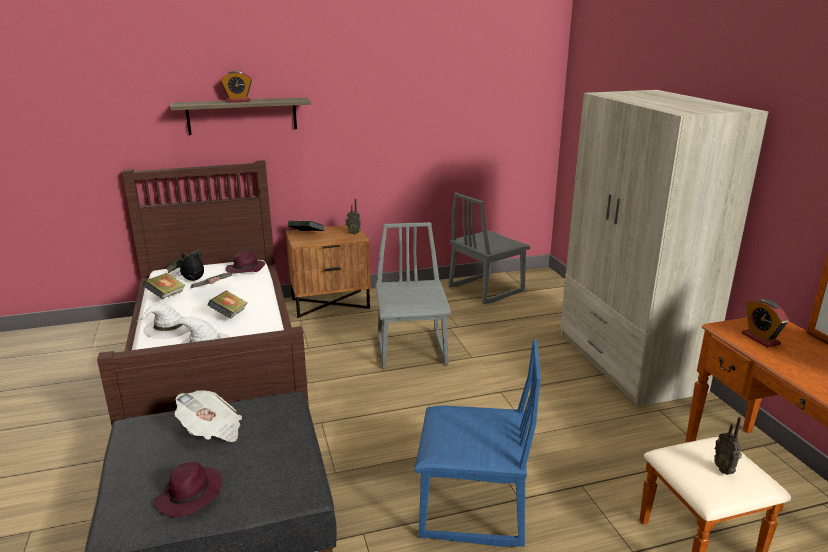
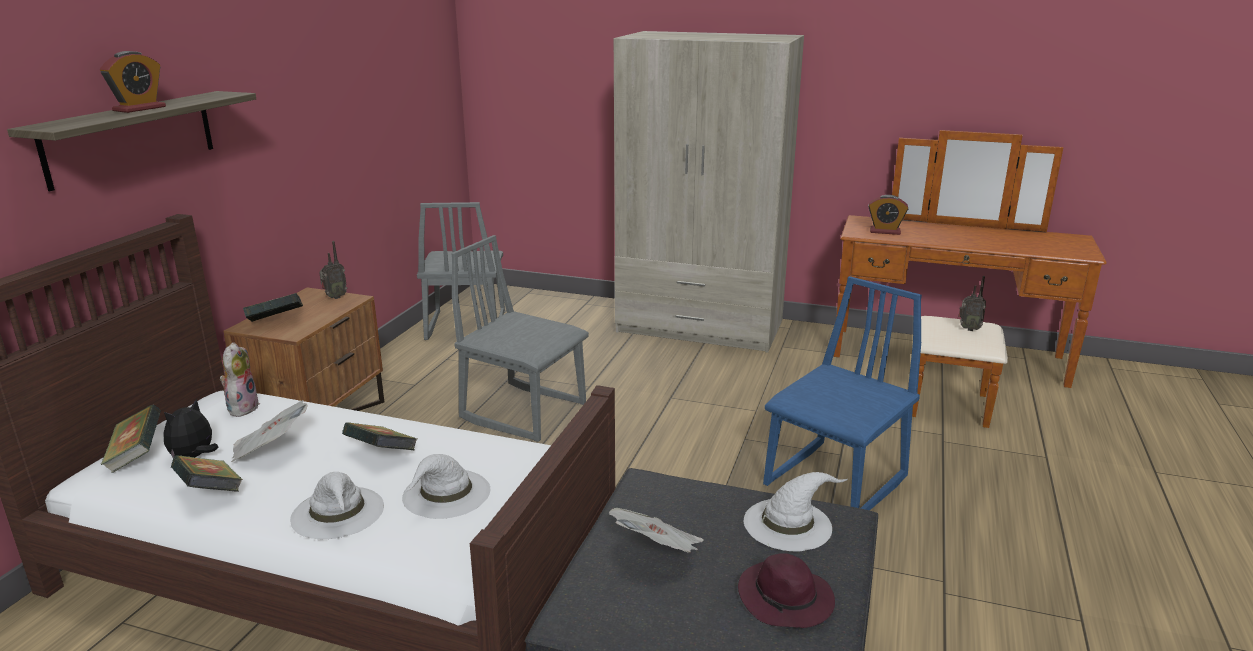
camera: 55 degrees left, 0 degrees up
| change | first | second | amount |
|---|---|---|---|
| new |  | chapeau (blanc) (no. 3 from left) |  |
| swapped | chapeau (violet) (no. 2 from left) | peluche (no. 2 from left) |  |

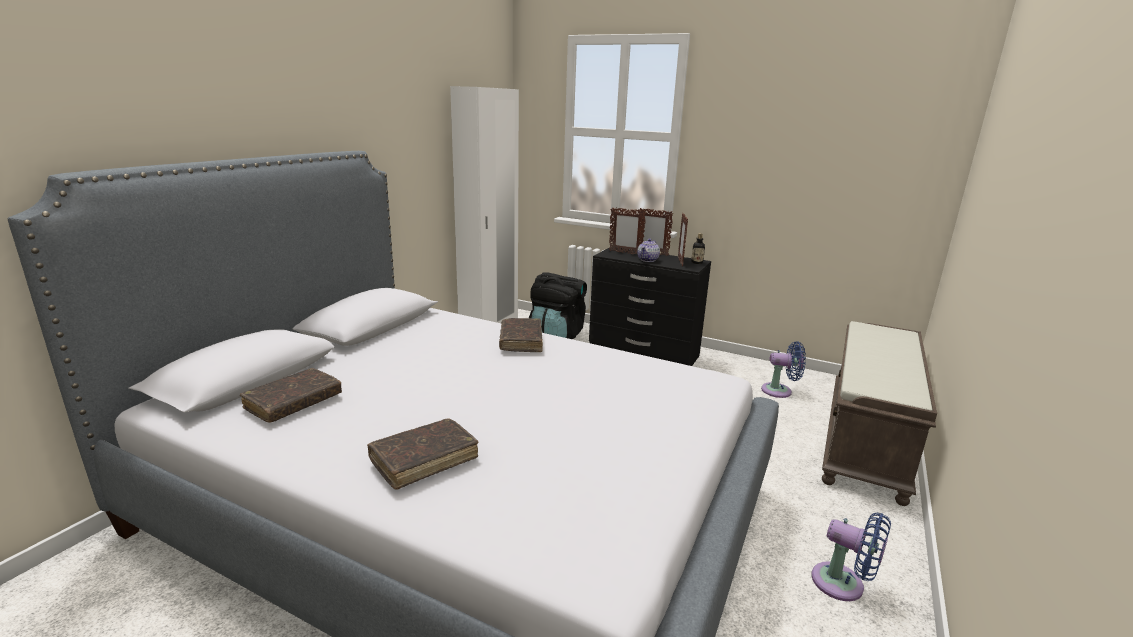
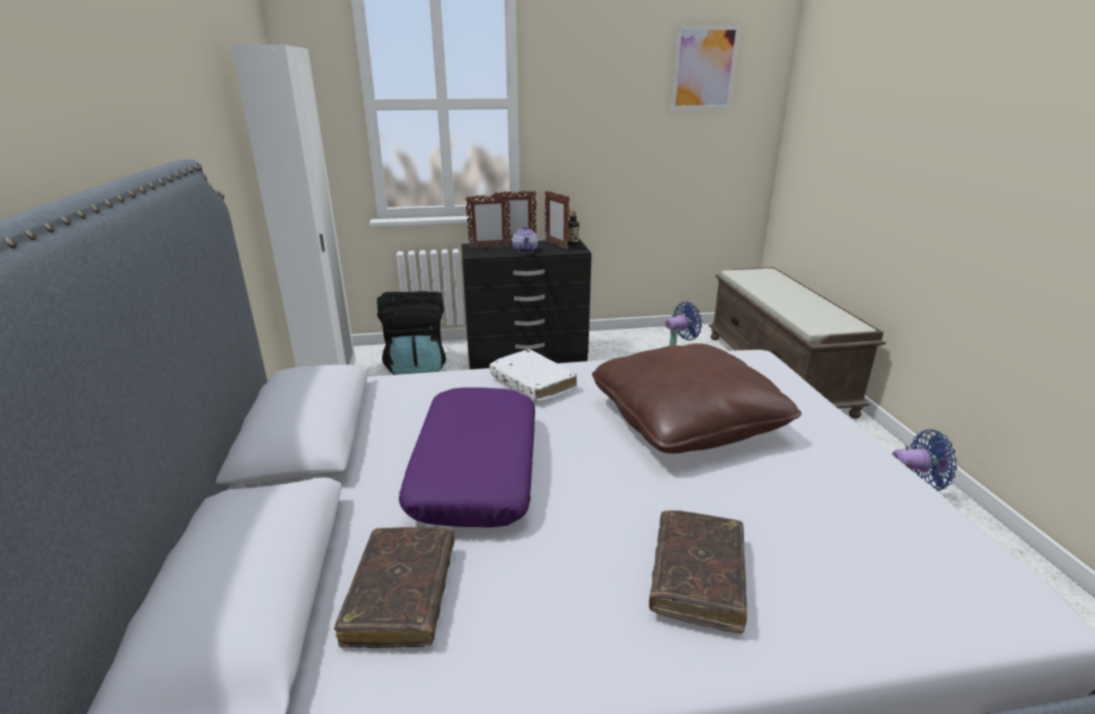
camera: 35 degrees left, 5 degrees up
| change | first | second | amount |
|---|---|---|---|
| new |  | coussin (violet) |  |
| new |  | coussin (marron) |  |
| new |  | tableau |  |
| repainted | livre (marron) (no. 3 from left) | livre (blanc) |  |

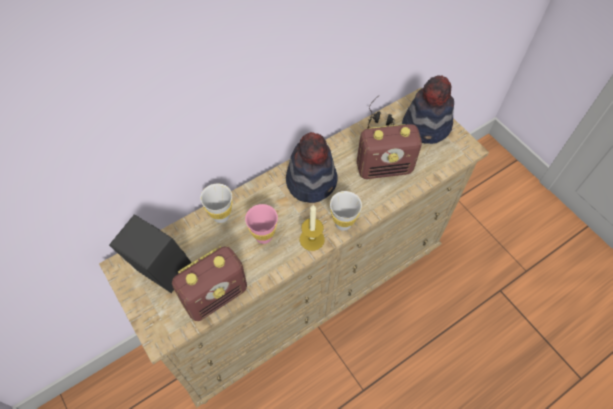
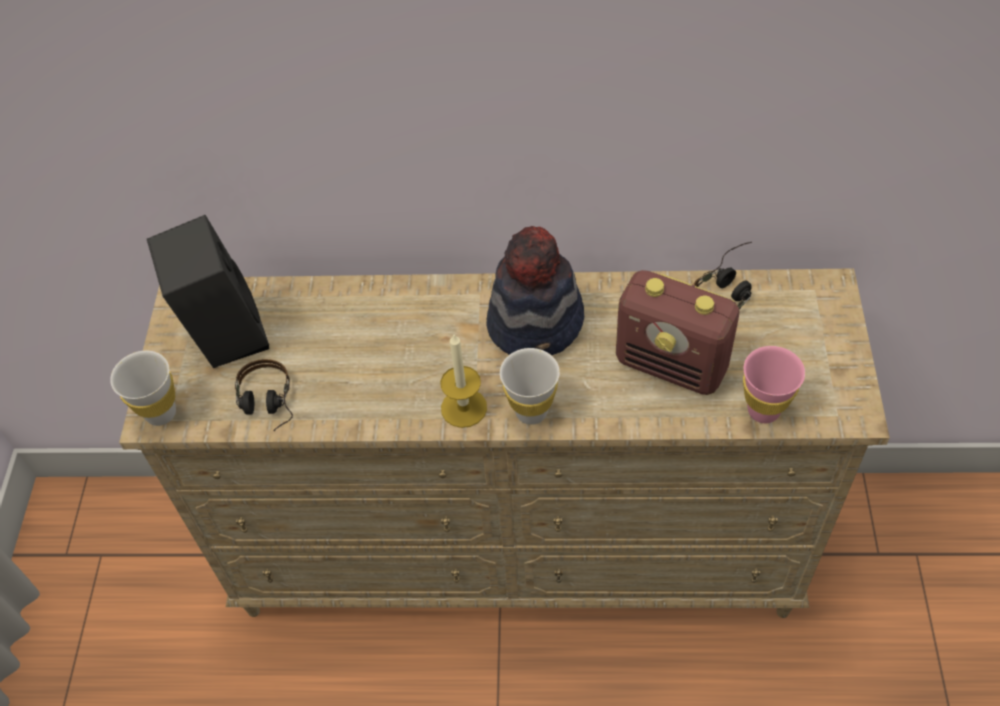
camera: 40 degrees right, 5 degrees down
| change | first | second | amount |
|---|---|---|---|
| gone | chapeau (no. 2 from left) |  |  |
| shifted | tasse (blanc) (no. 1 from left) |  |  |
| shifted | tasse (rose) |  |  |
| swapped | radio (no. 1 from left) | casque audio (no. 1 from left) |  |

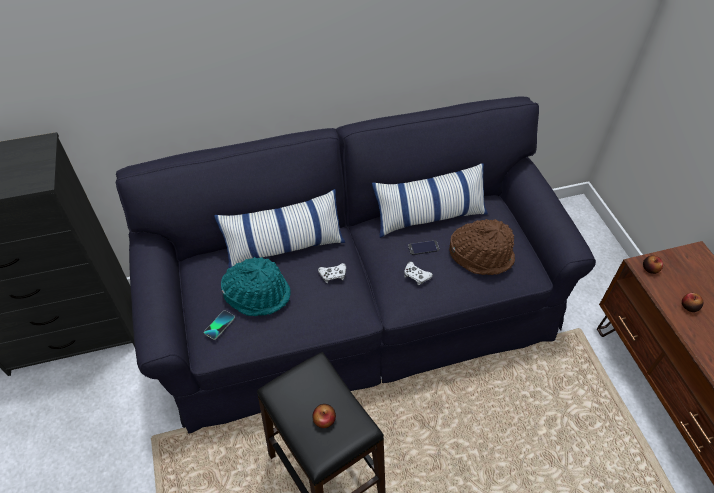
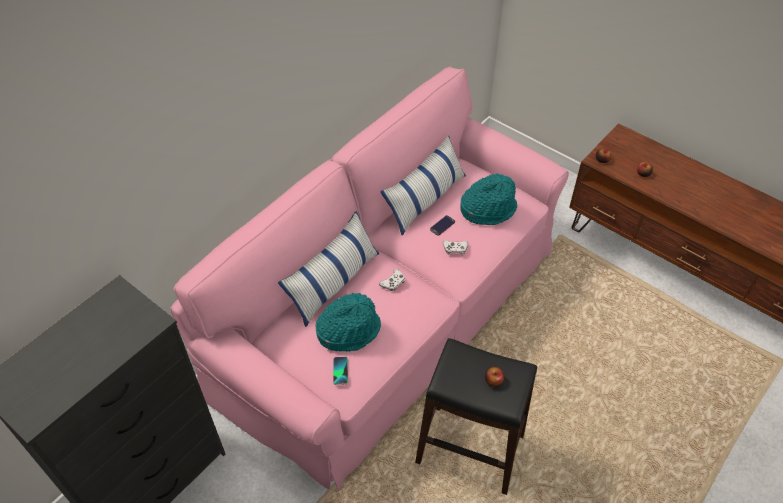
camera: 35 degrees left, 0 degrees up
| change | first | second | amount |
|---|---|---|---|
| repainted | canapé (noir) | canapé (rose) |  |
| repainted | chapeau (marron) | chapeau (turquoise) (no. 2 from left) |  |

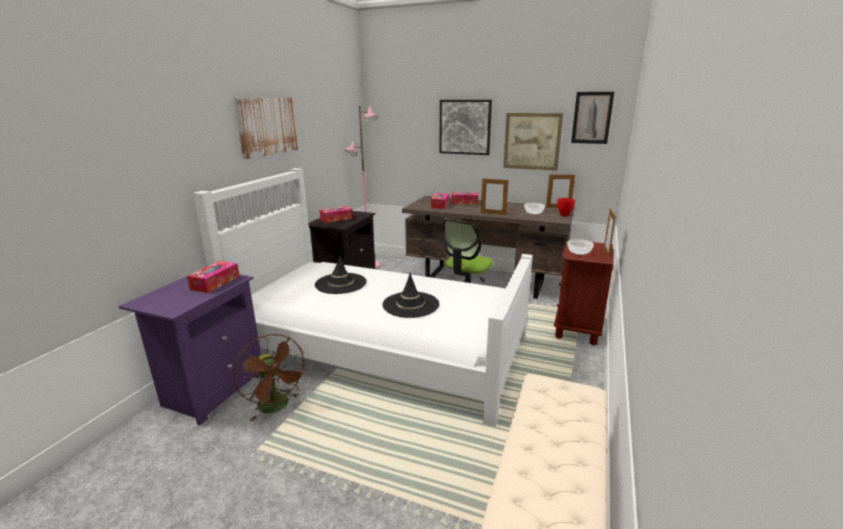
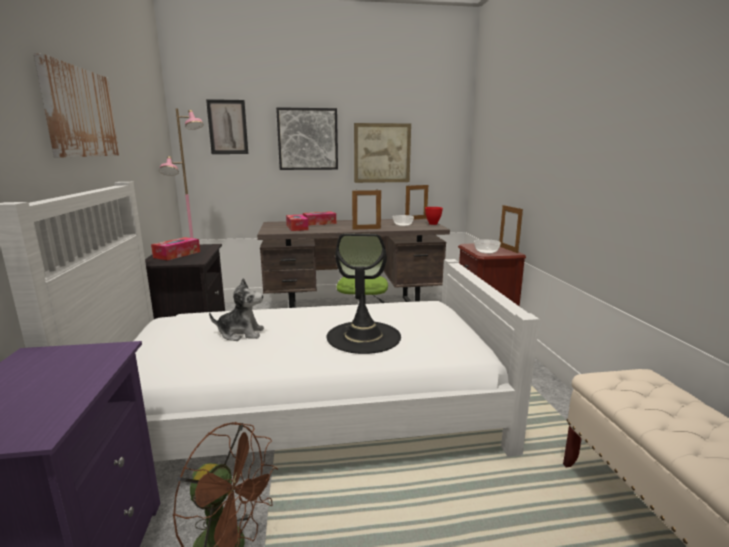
camera: 30 degrees left, 5 degrees down
| change | first | second | amount |
|---|---|---|---|
| gone | boîte à mouchoirs (no. 1 from left) |  |  |
| shifted | tableau (no. 4 from left in the first image) | tableau (no. 2 from left) |  |
| swapped | chapeau (noir) (no. 1 from left) | peluche |  |

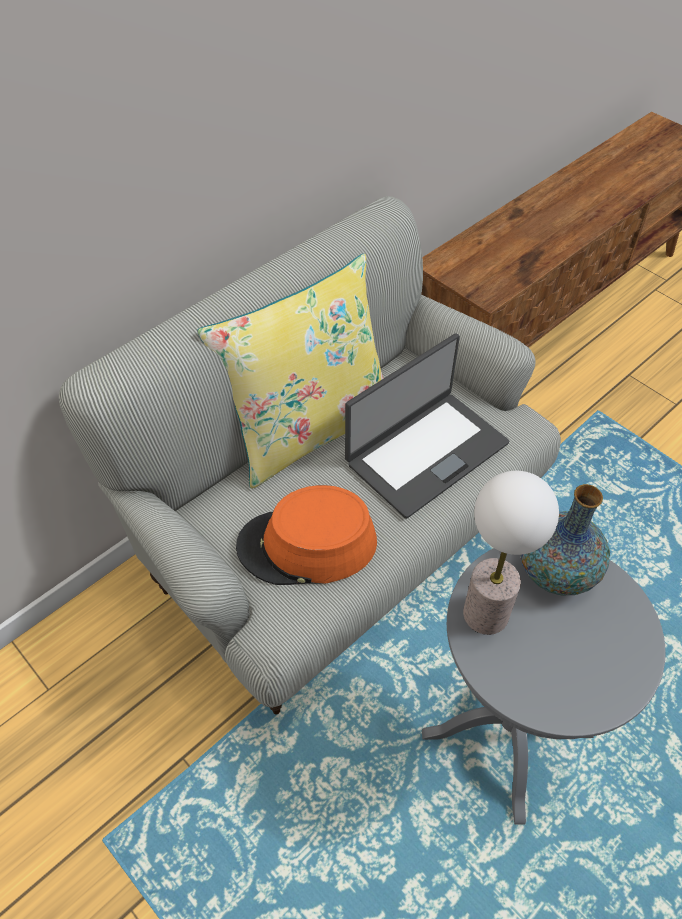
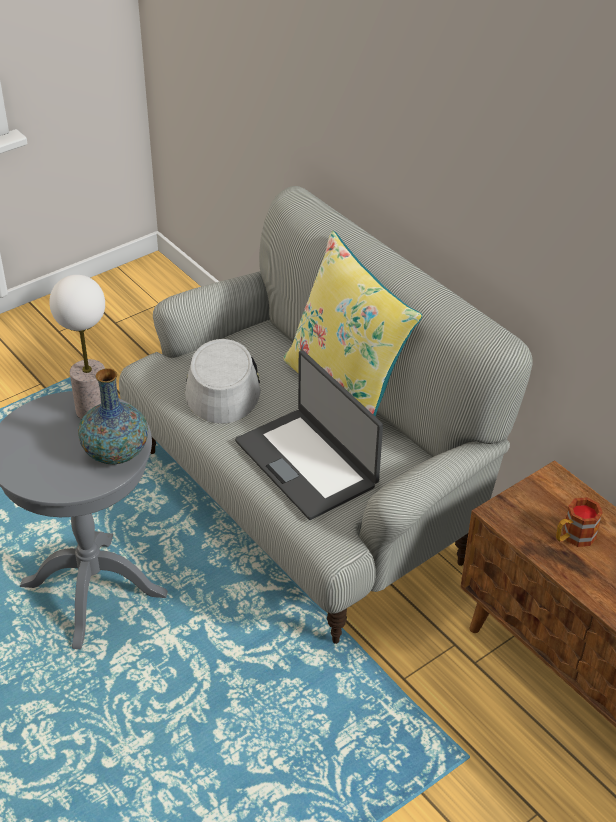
camera: 95 degrees right, 10 degrees down
| change | first | second | amount |
|---|---|---|---|
| new |  | mug |  |
| repainted | chapeau (orange) | chapeau (gris) |  |

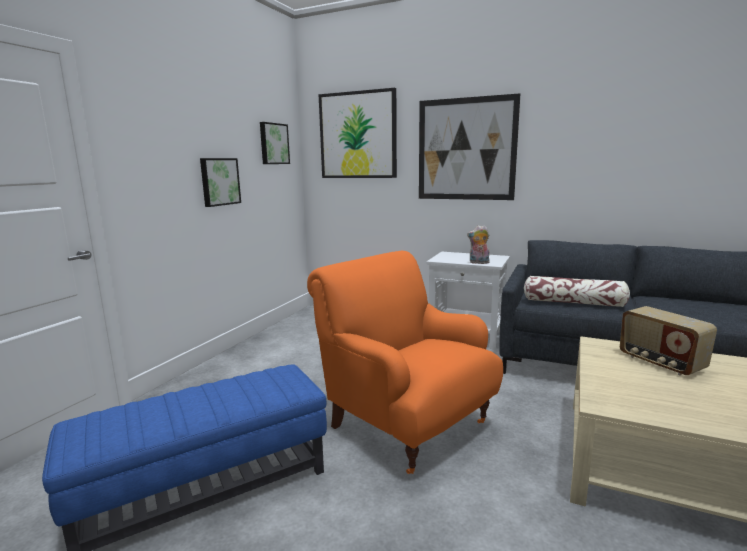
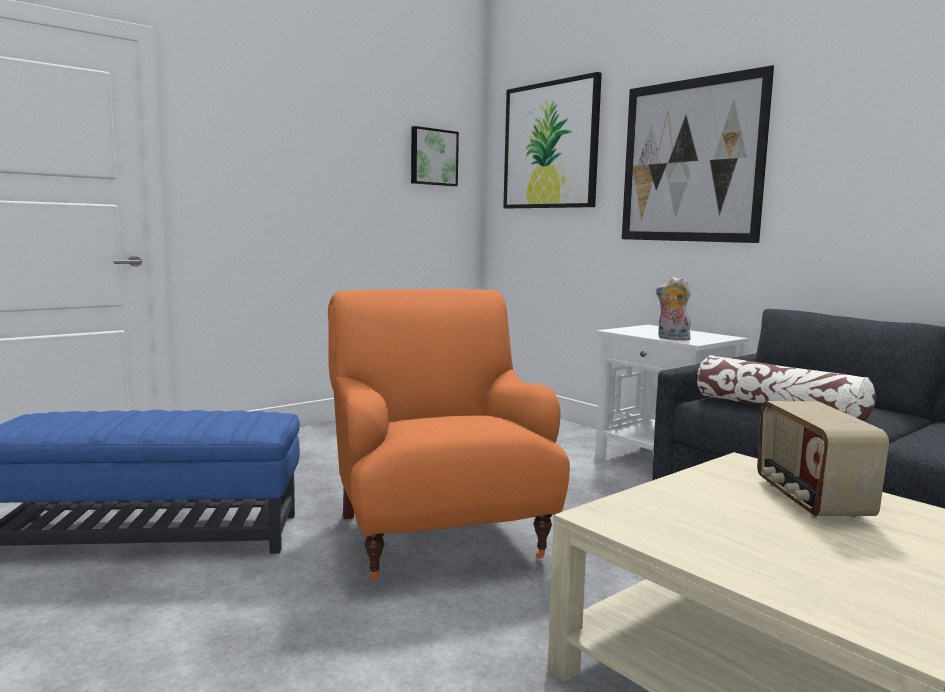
camera: 25 degrees right, 5 degrees down
| change | first | second | amount |
|---|---|---|---|
| gone | tableau (no. 1 from left) |  |  |

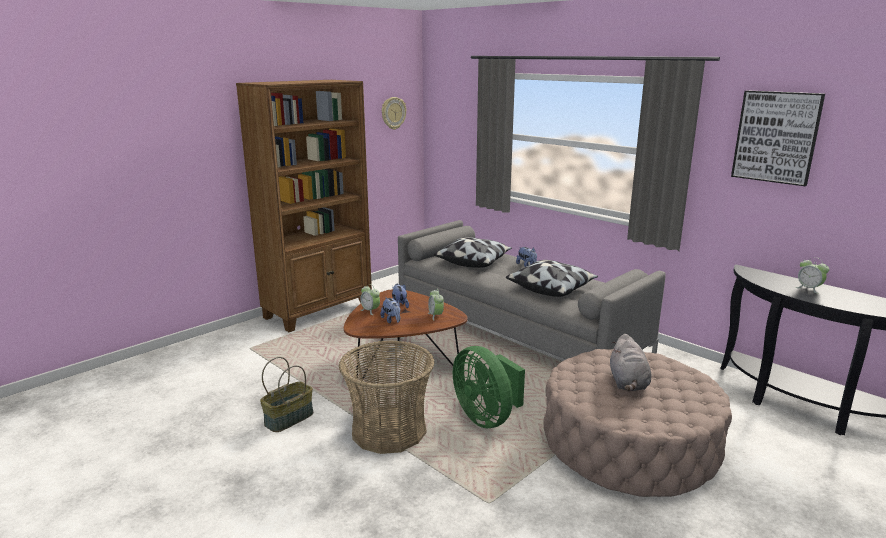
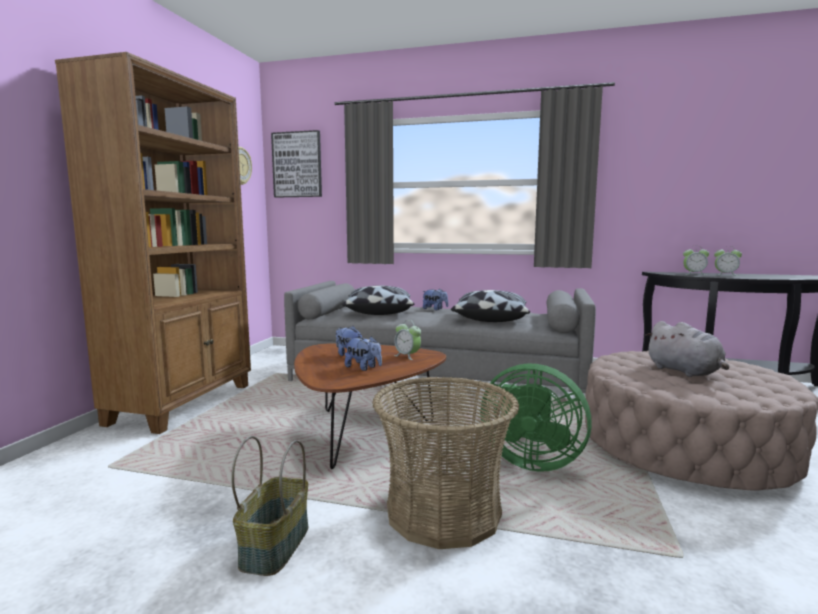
camera: 30 degrees left, 10 degrees down
| change | first | second | amount |
|---|---|---|---|
| shifted | réveil (no. 1 from left in the first image) | réveil (no. 2 from left) |  |
| shifted | tableau |  |  |

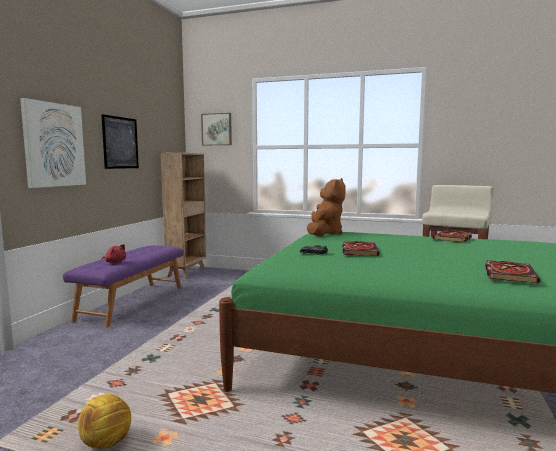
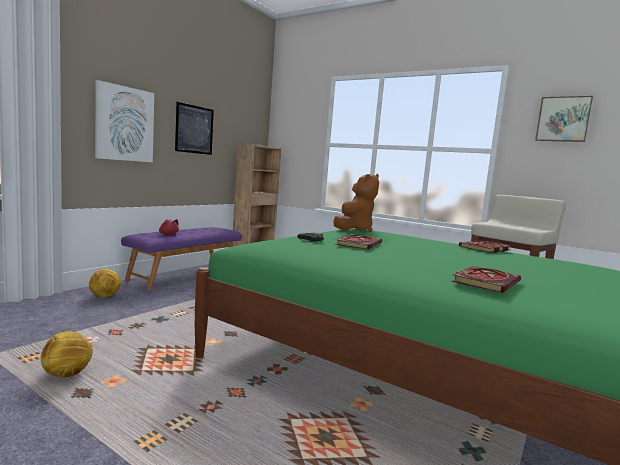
camera: 15 degrees right, 0 degrees up
| change | first | second | amount |
|---|---|---|---|
| new |  | ballon de foot (no. 2 from left) |  |
| shifted | tableau (no. 3 from left) |  |  |

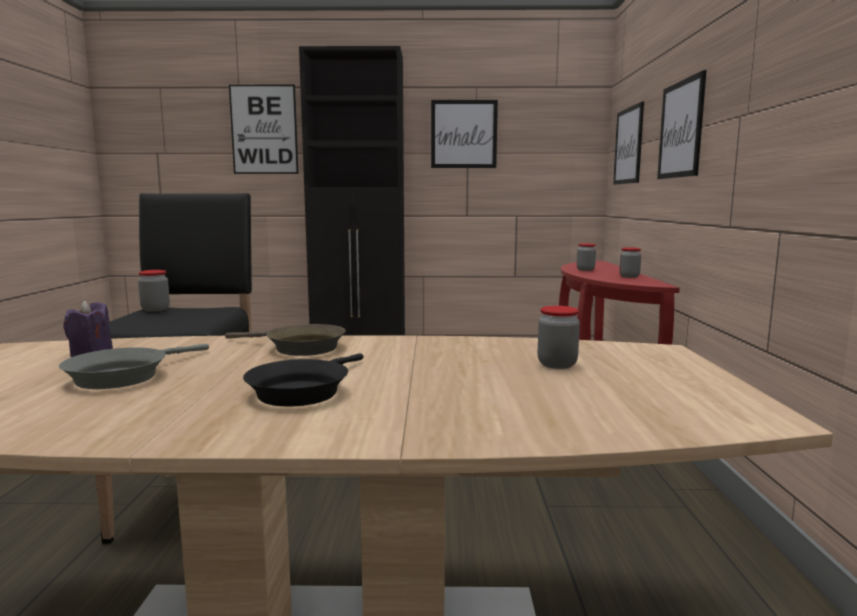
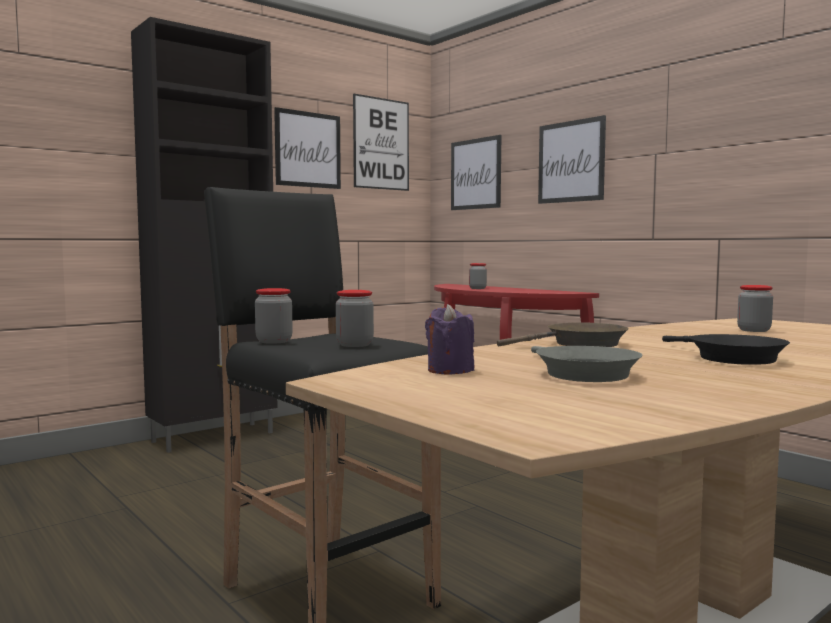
camera: 40 degrees left, 5 degrees down
| change | first | second | amount |
|---|---|---|---|
| shifted | tableau (no. 1 from left in the first image) | tableau (no. 2 from left) |  |
| shifted | bocal (no. 4 from left in the first image) | bocal (no. 2 from left) |  |

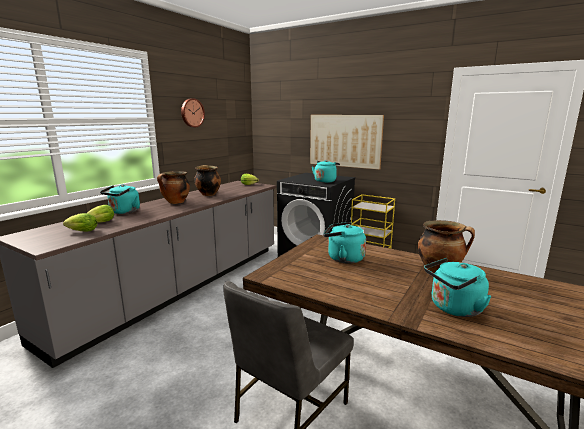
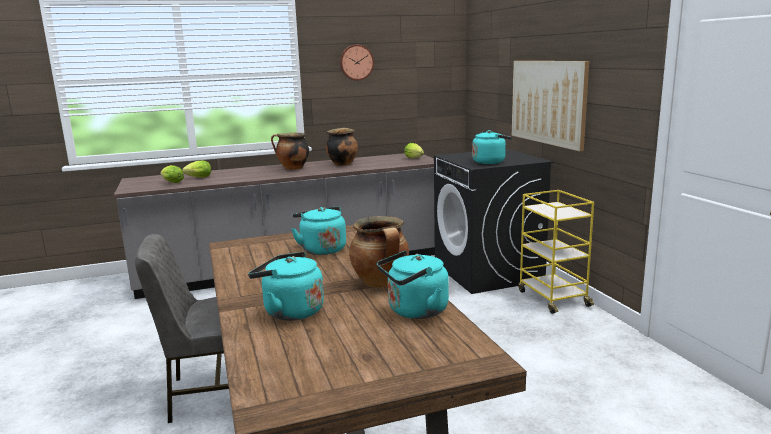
camera: 40 degrees right, 0 degrees up
| change | first | second | amount |
|---|---|---|---|
| shifted | bouilloire (turquoise) (no. 1 from left in the first image) | bouilloire (turquoise) (no. 3 from left) |  |

